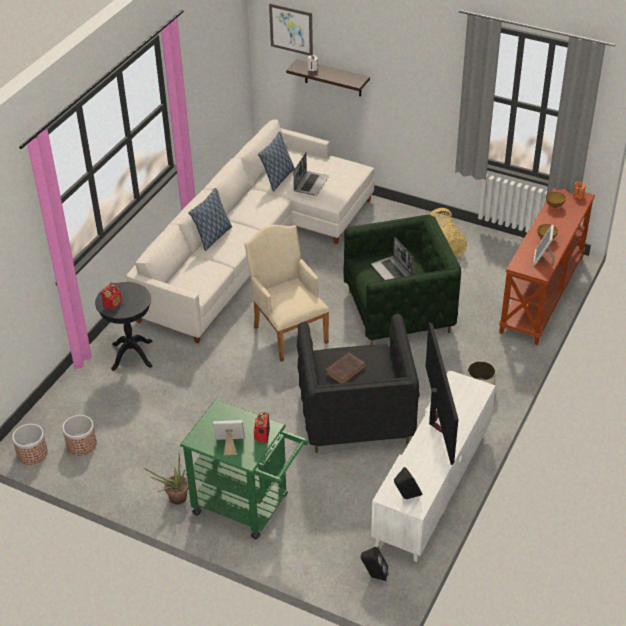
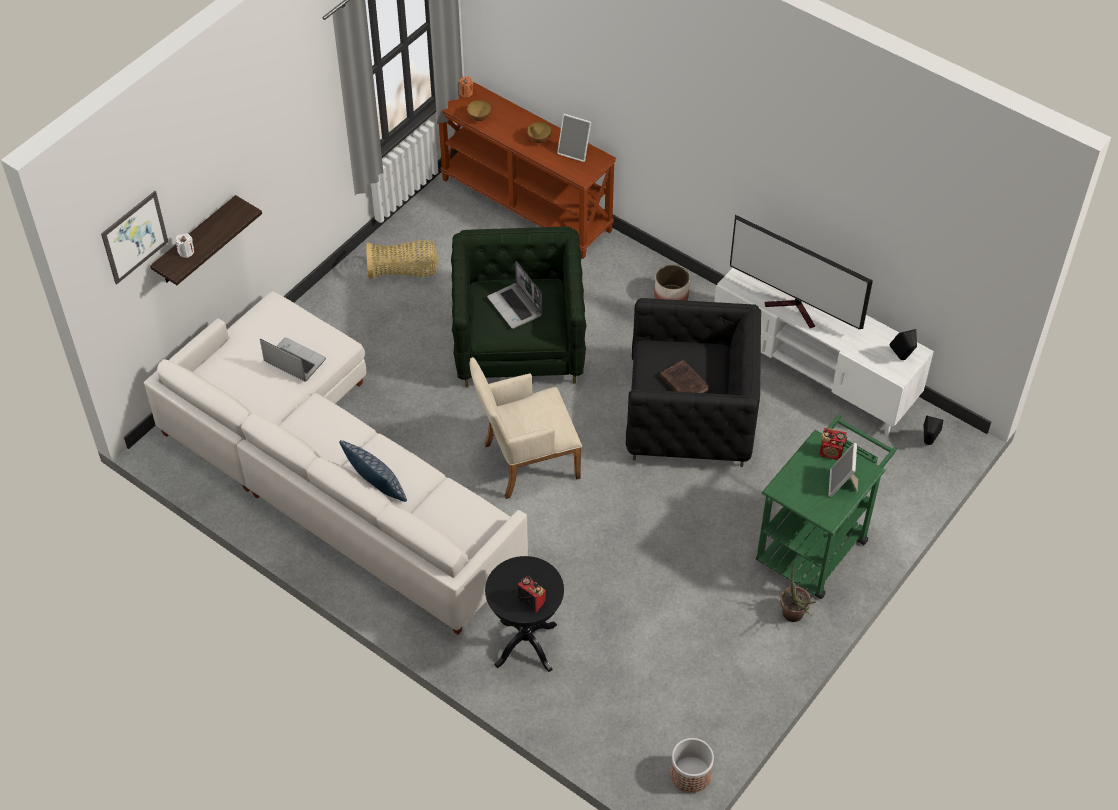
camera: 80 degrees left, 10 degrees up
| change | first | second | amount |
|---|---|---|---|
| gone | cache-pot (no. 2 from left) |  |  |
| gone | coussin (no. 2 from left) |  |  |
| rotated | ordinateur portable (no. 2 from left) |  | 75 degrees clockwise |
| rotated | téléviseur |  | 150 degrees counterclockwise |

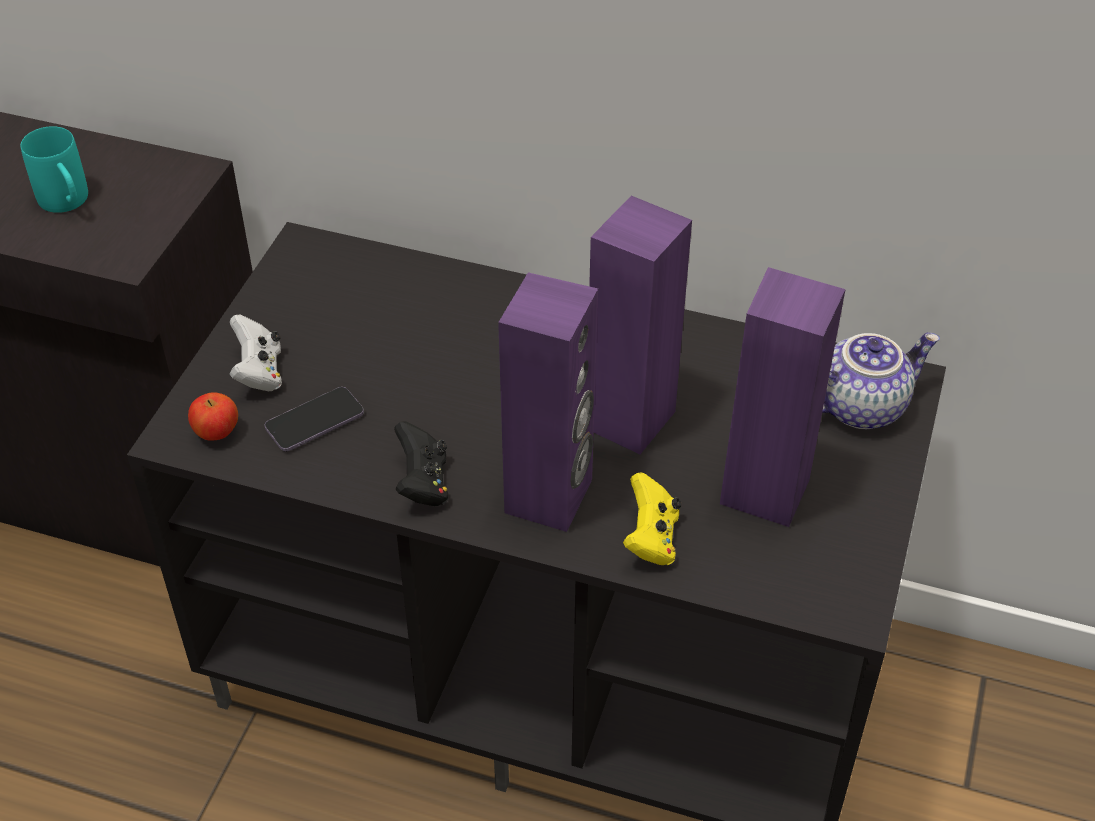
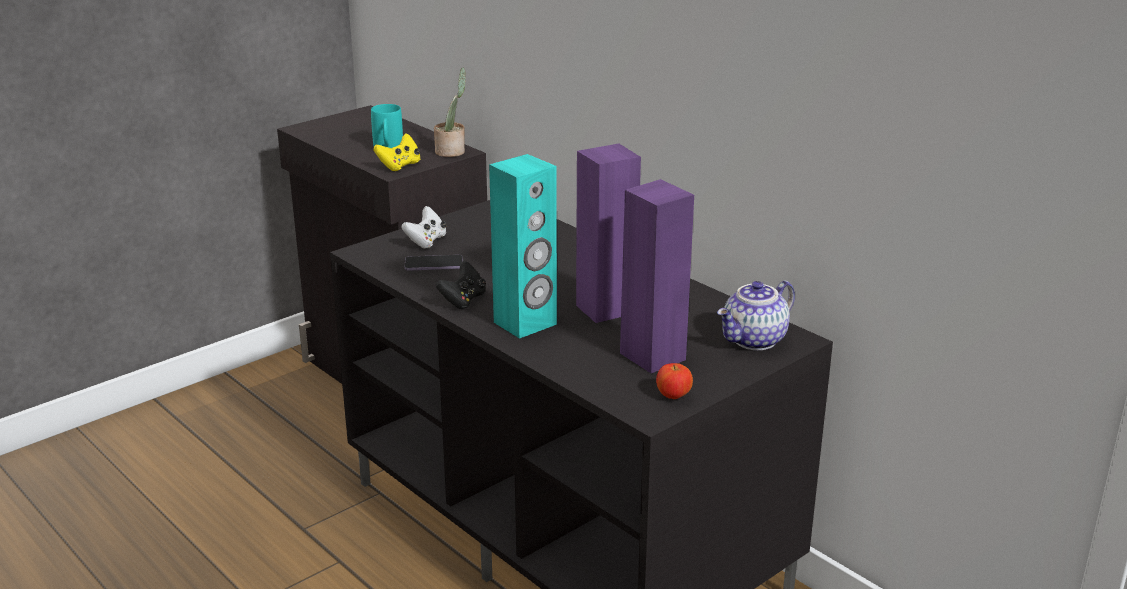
camera: 30 degrees right, 20 degrees down
| change | first | second | amount |
|---|---|---|---|
| new |  | plante en pot |  |
| shifted | pomme |  |  |
| shifted | manette (jaune) |  |  |
| repainted | enceinte (violet) (no. 1 from left) | enceinte (turquoise) |  |
| rotated | théière |  | 135 degrees clockwise |

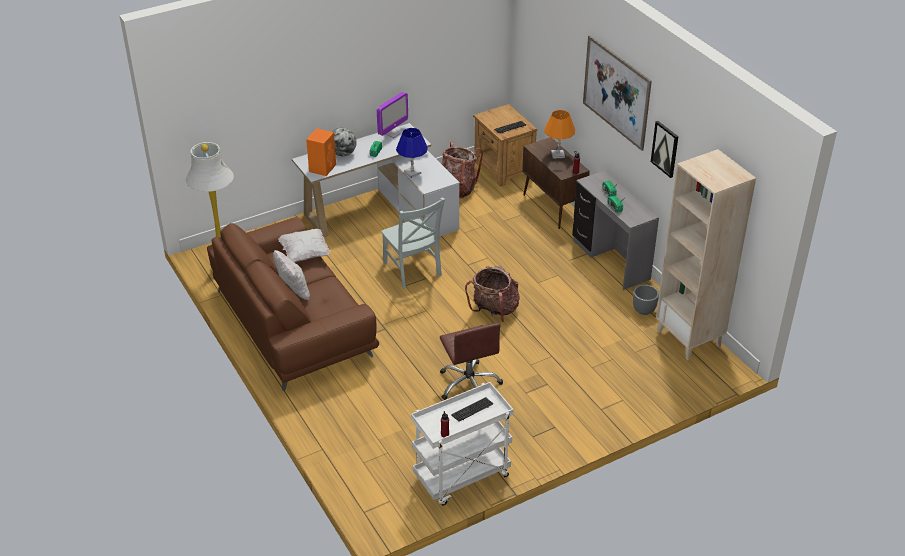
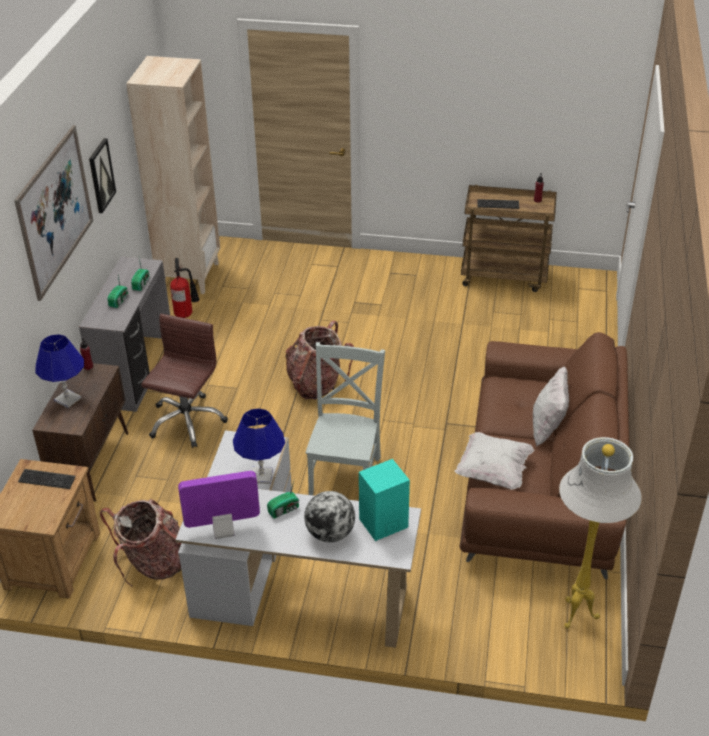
camera: 140 degrees left, 0 degrees up
| change | first | second | amount |
|---|---|---|---|
| shifted | chaise de bureau (marron) |  |  |
| swapped | cache-pot (gris) | extincteur |  |
| repainted | enceinte (orange) | enceinte (turquoise) |  |
| repainted | chariot (blanc) | chariot (marron) |  |
| repainted | lampe de table (orange) | lampe de table (bleu) (no. 1 from left) |  |

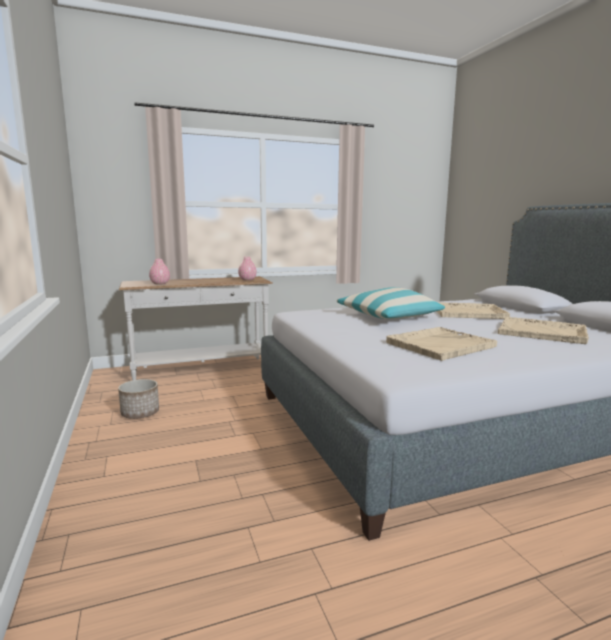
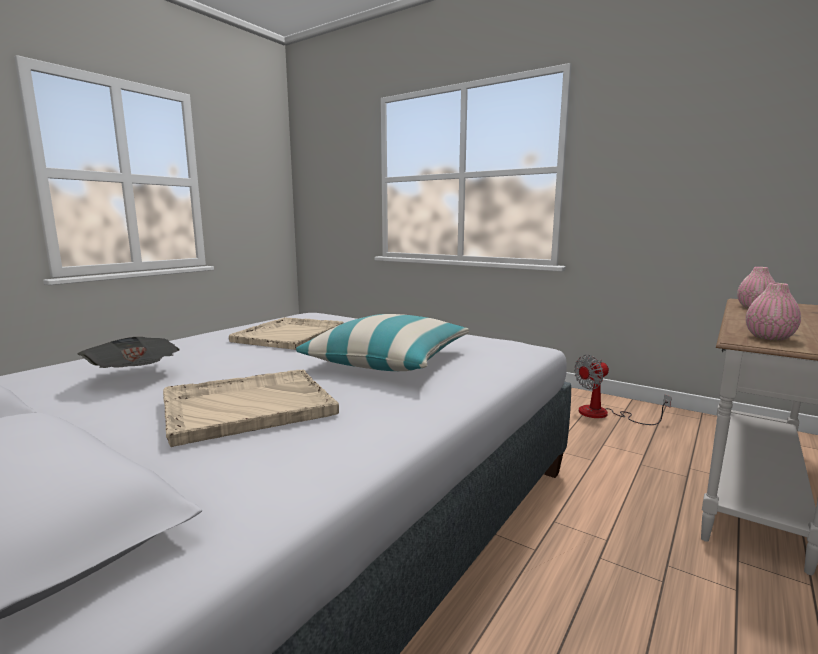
camera: 145 degrees right, 0 degrees up
| change | first | second | amount |
|---|---|---|---|
| swapped | cache-pot | ventilateur |  |
| swapped | plateau (beige) (no. 3 from left) | journal |  |

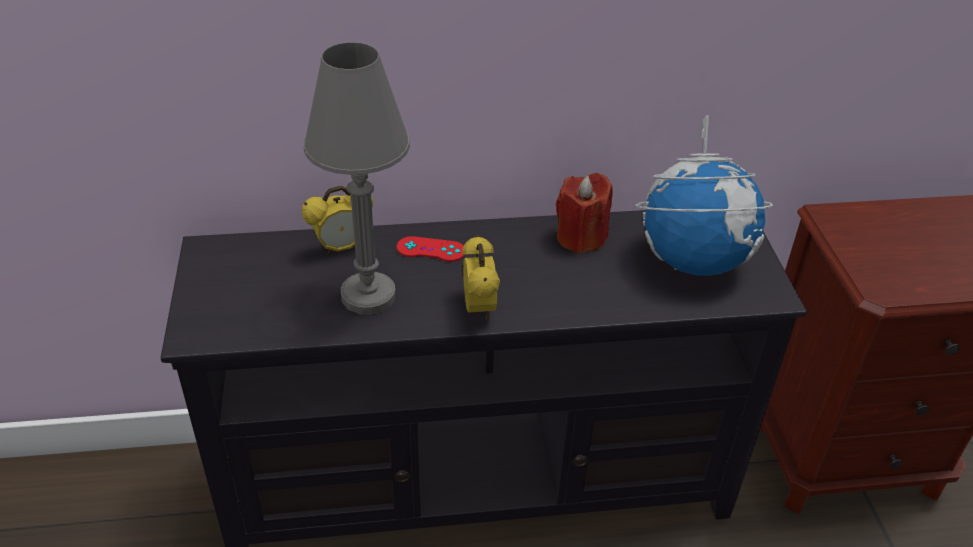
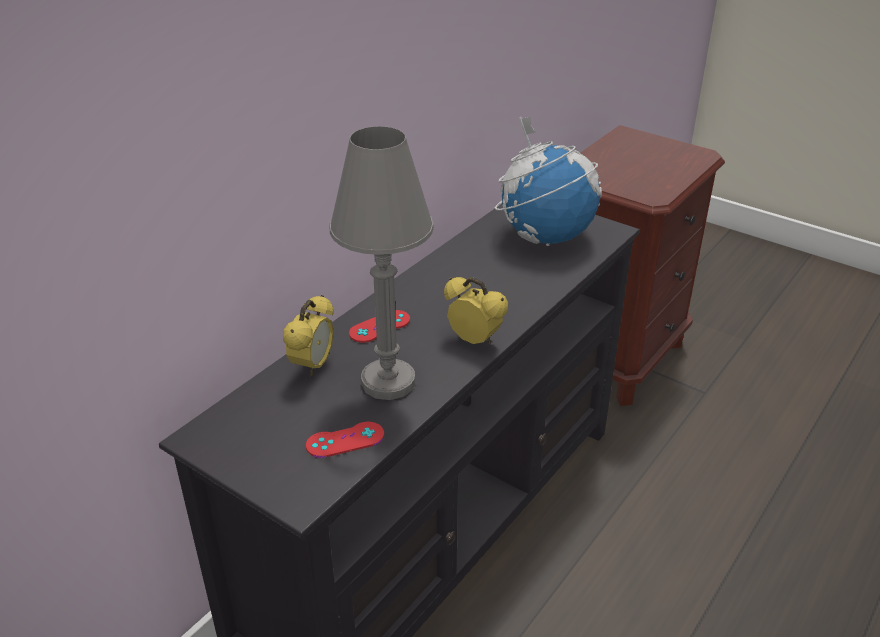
camera: 45 degrees left, 5 degrees down
| change | first | second | amount |
|---|---|---|---|
| gone | bougie (rouge) |  |  |
| new |  | manette (rouge) (no. 1 from left) |  |

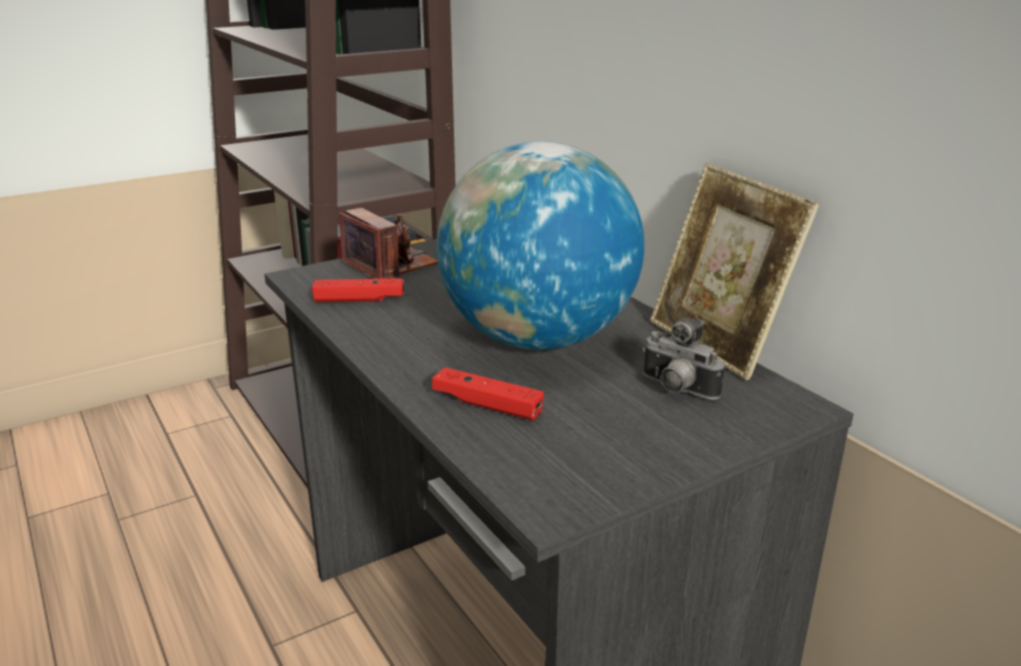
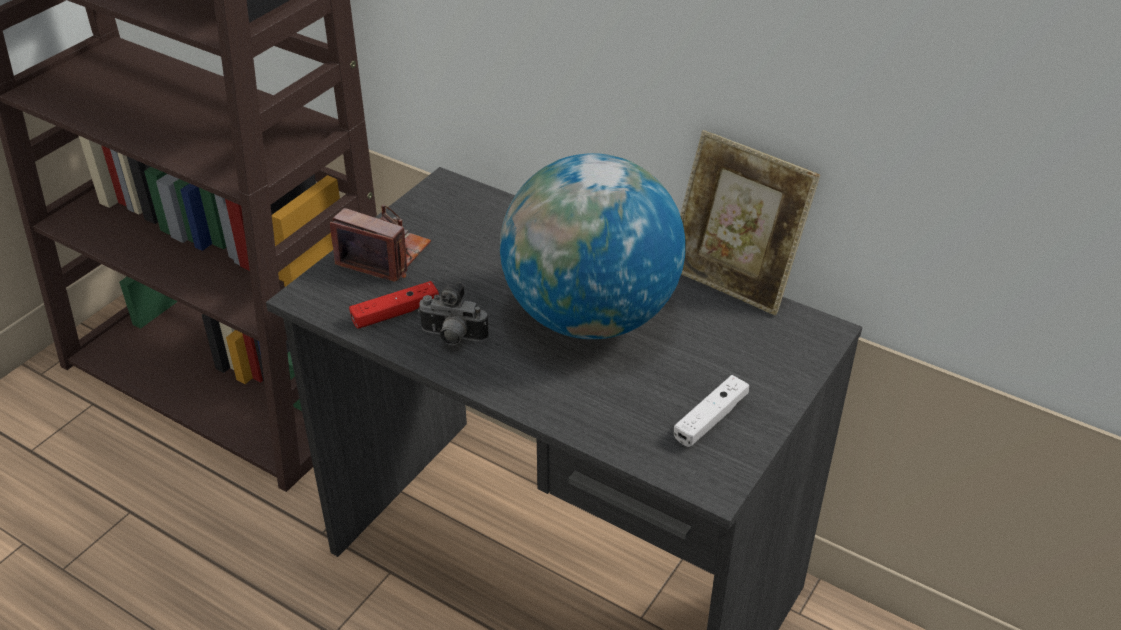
camera: 25 degrees left, 15 degrees up
| change | first | second | amount |
|---|---|---|---|
| gone | manette (rouge) (no. 2 from left) |  |  |
| new |  | manette (blanc) |  |
| shifted | appareil photo (no. 2 from left) |  |  |

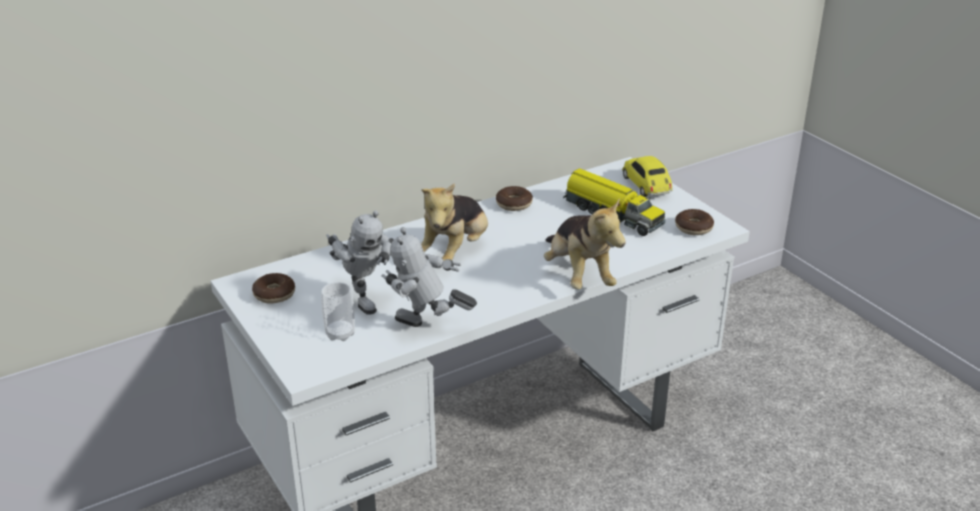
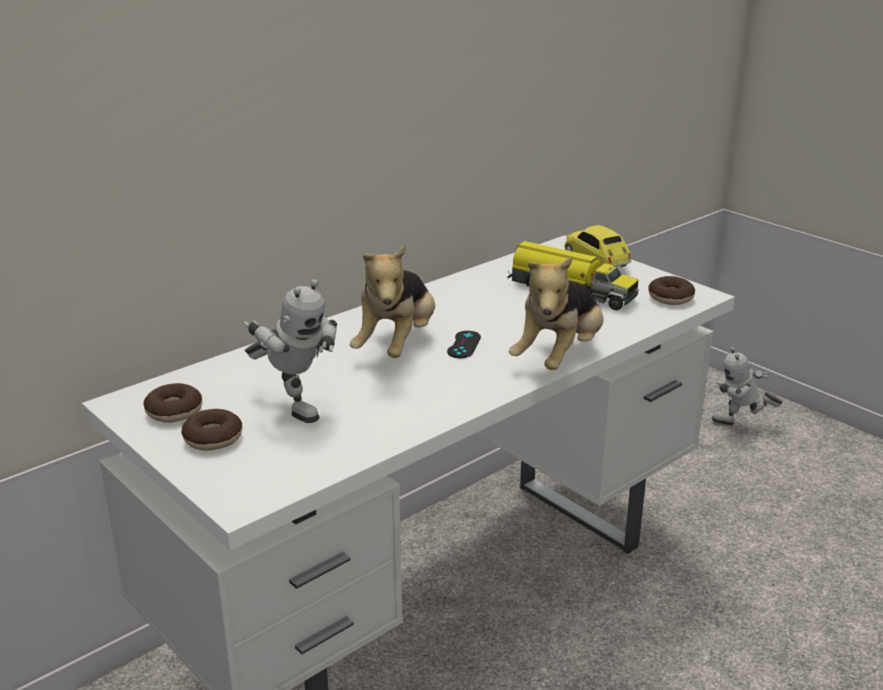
camera: 10 degrees left, 5 degrees down
| change | first | second | amount |
|---|---|---|---|
| gone | tasse |  |  |
| new |  | manette (noir) |  |
| shifted | robot jouet (no. 2 from left) |  |  |
| shifted | beignet (no. 2 from left) |  |  |
| rotated | peluche (no. 2 from left) |  | 60 degrees clockwise |

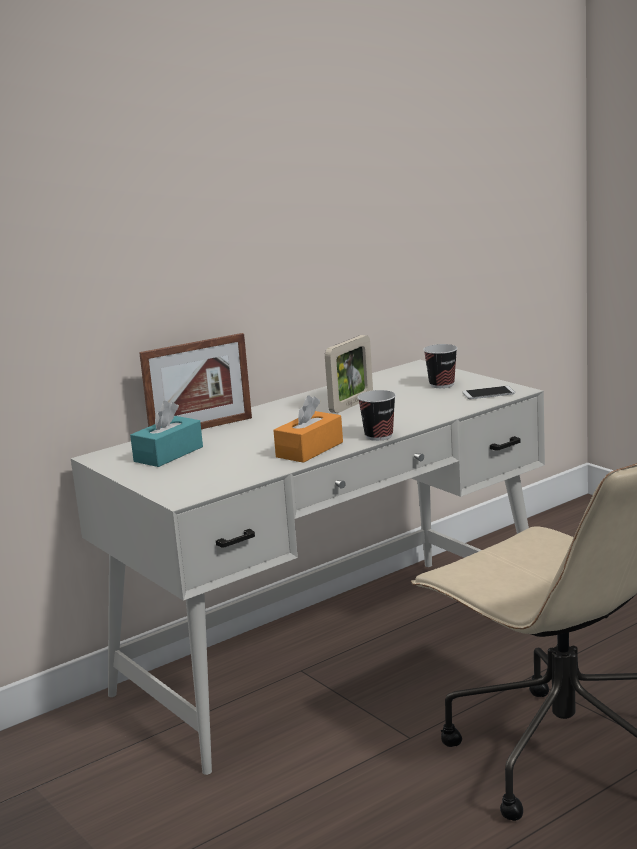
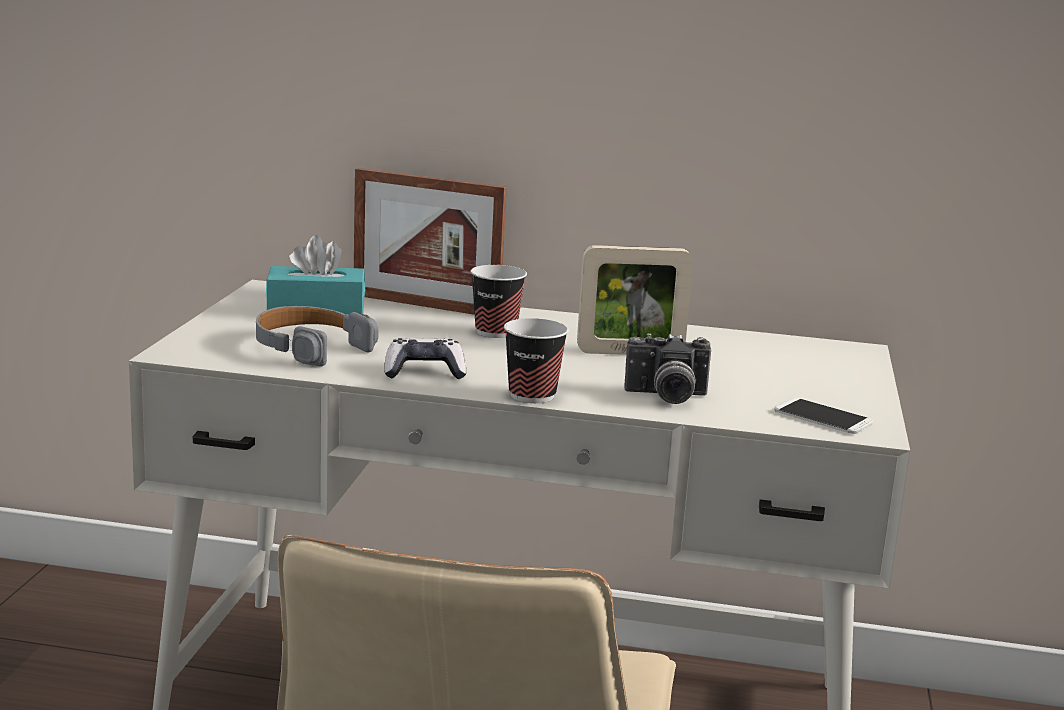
camera: 45 degrees right, 0 degrees up
| change | first | second | amount |
|---|---|---|---|
| new |  | casque audio (gris) |  |
| new |  | appareil photo |  |
| shifted | tasse (no. 2 from left in the first image) | tasse (no. 1 from left) |  |
| swapped | boîte à mouchoirs (orange) | manette |  |

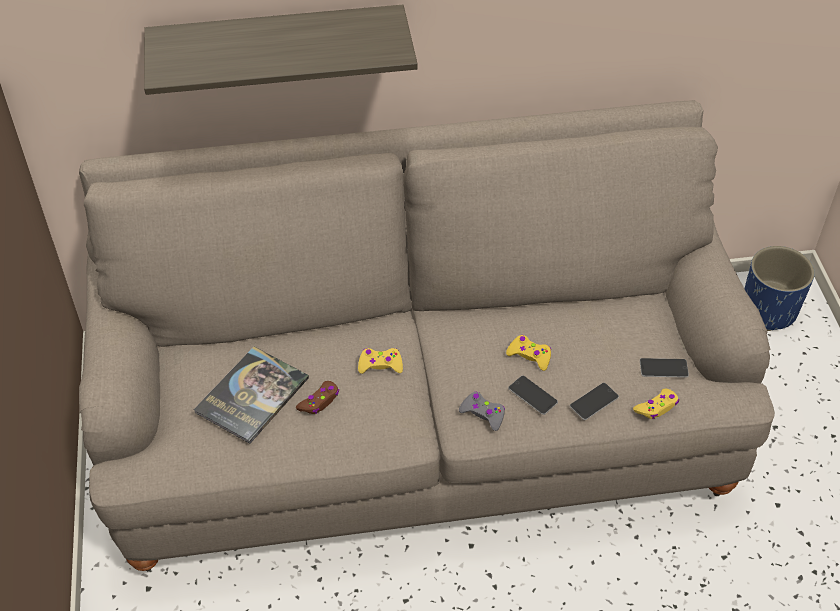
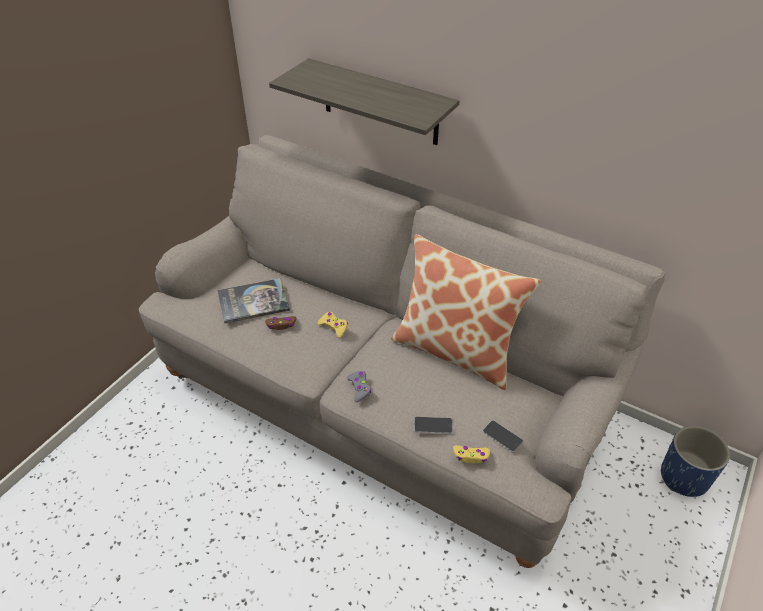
camera: 40 degrees right, 5 degrees down
| change | first | second | amount |
|---|---|---|---|
| gone | manette (jaune) (no. 2 from left) |  |  |
| gone | téléphone (no. 1 from left) |  |  |
| new |  | coussin |  |

